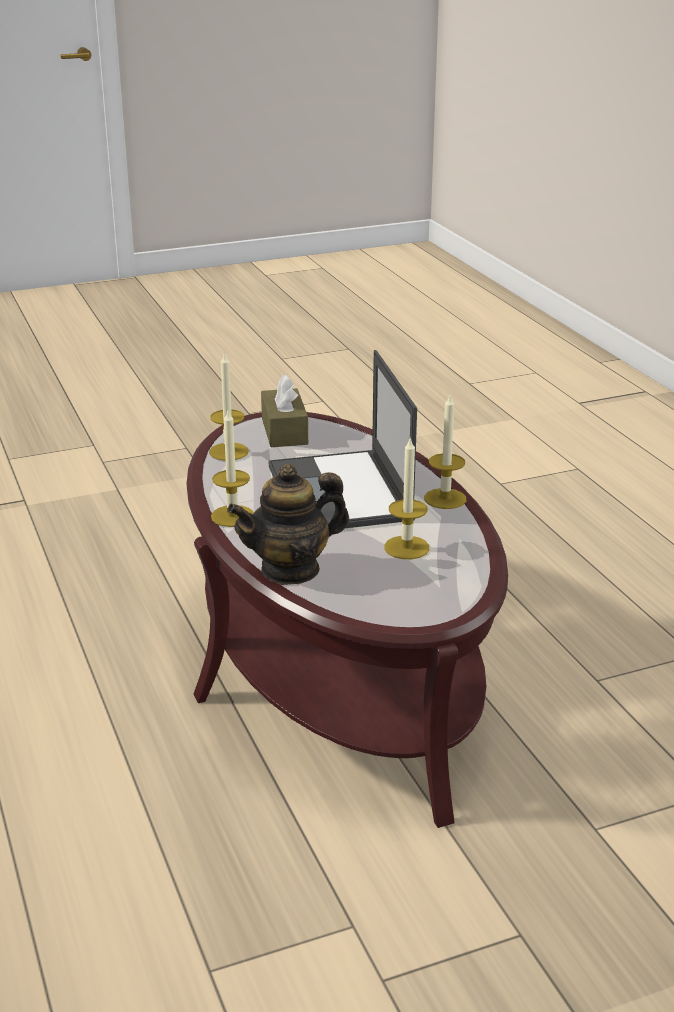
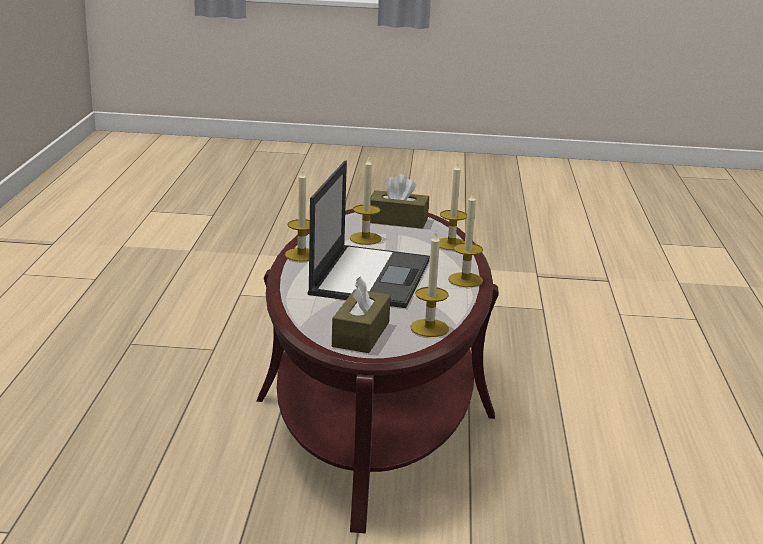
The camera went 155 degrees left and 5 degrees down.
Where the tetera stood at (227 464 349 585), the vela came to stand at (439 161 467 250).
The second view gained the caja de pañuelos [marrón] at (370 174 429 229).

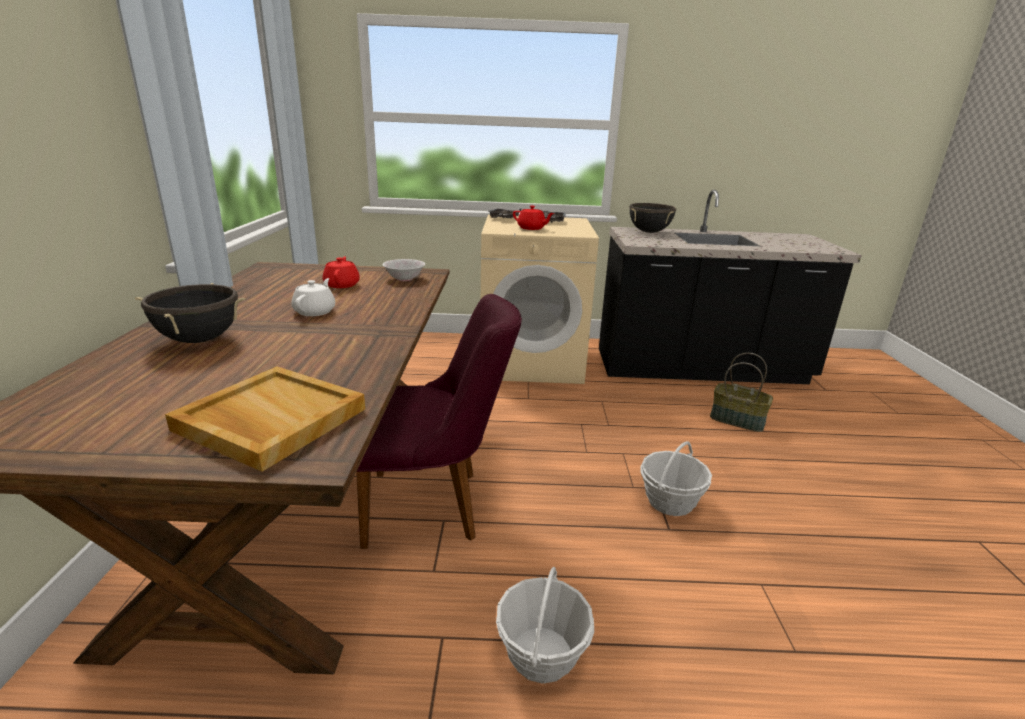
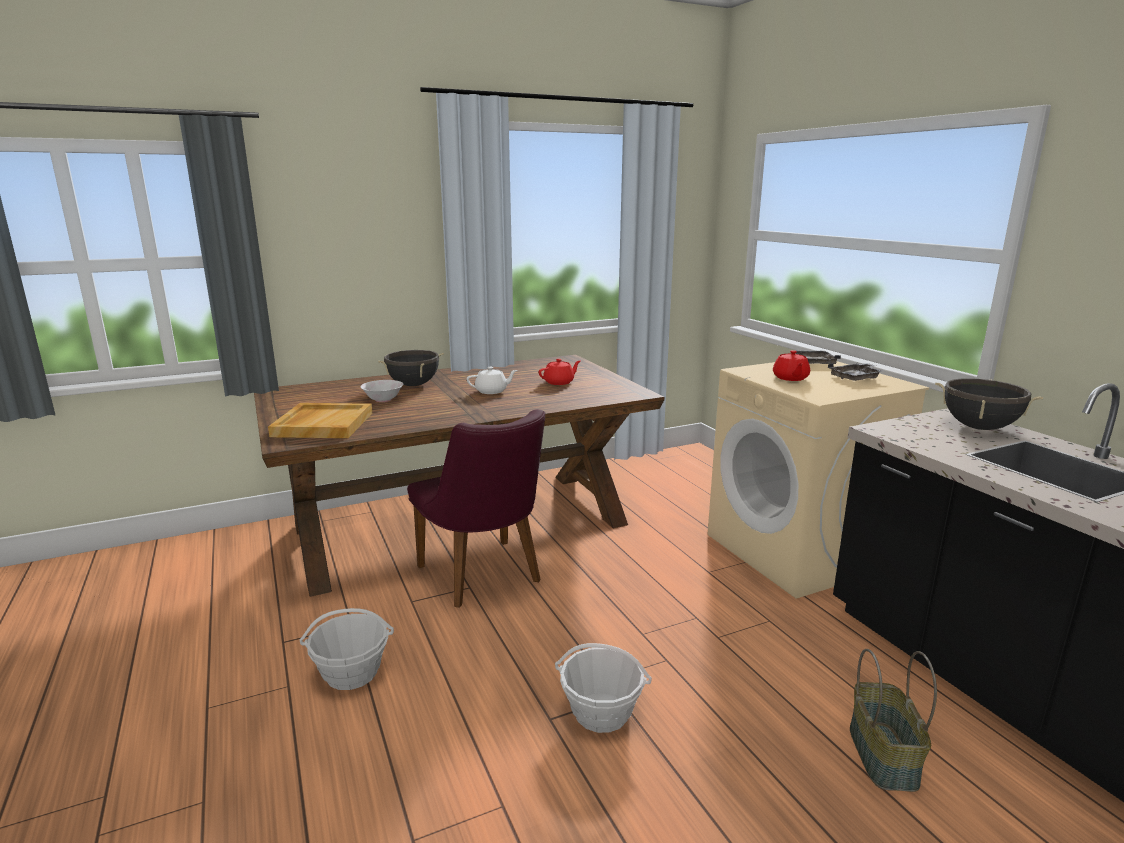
The camera went 65 degrees right and 5 degrees down.
The cuenco [blanco] ended up elsewhere, having gone from (382 259 425 281) to (360 380 403 402).

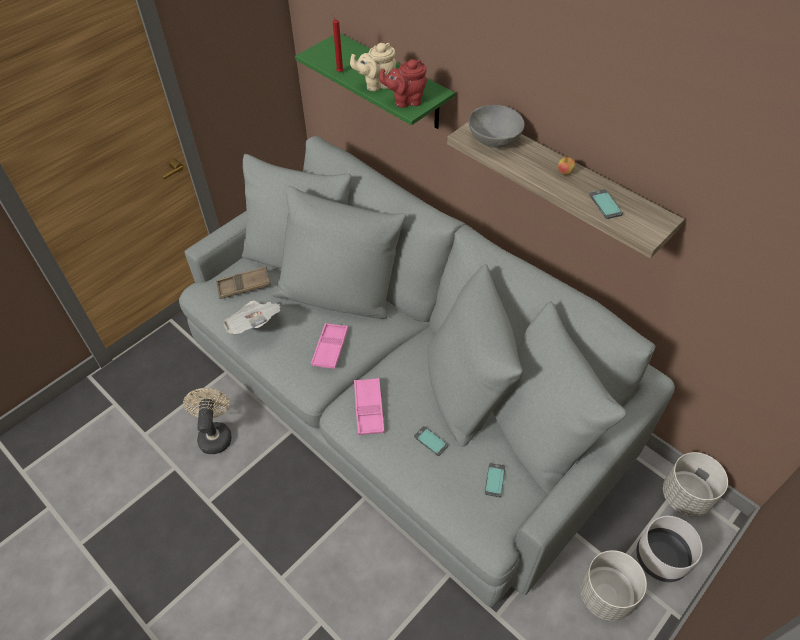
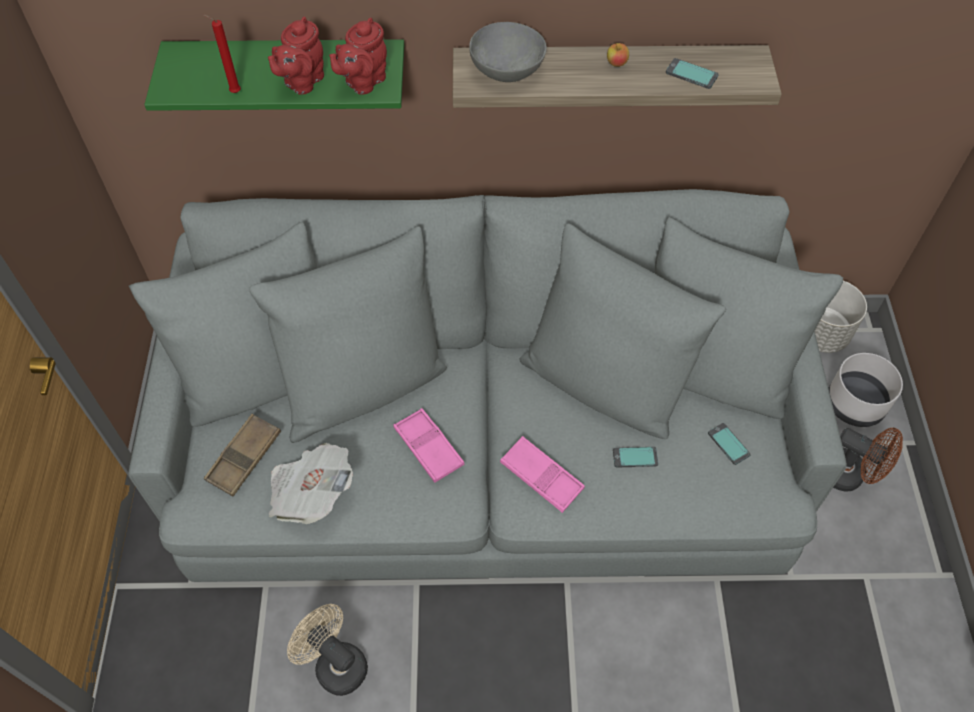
The camera went 45 degrees left and 5 degrees up.
What was the tetera [beis] at (350 43 396 91) turned into the tetera [rojo] at (268 17 324 95).
Where the maceta [gris] stood at (580 550 647 621), the ventilador [marrón] came to stand at (833 428 903 492).

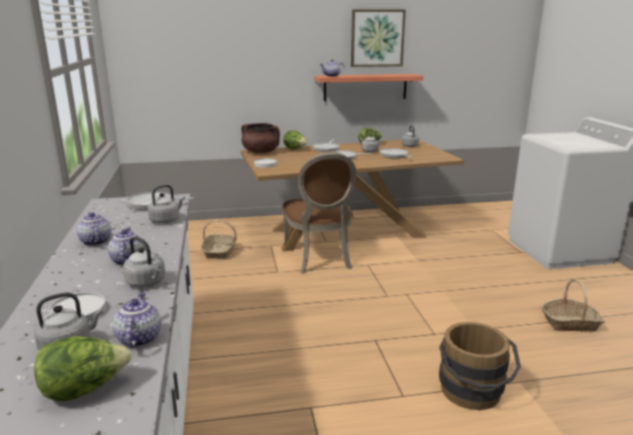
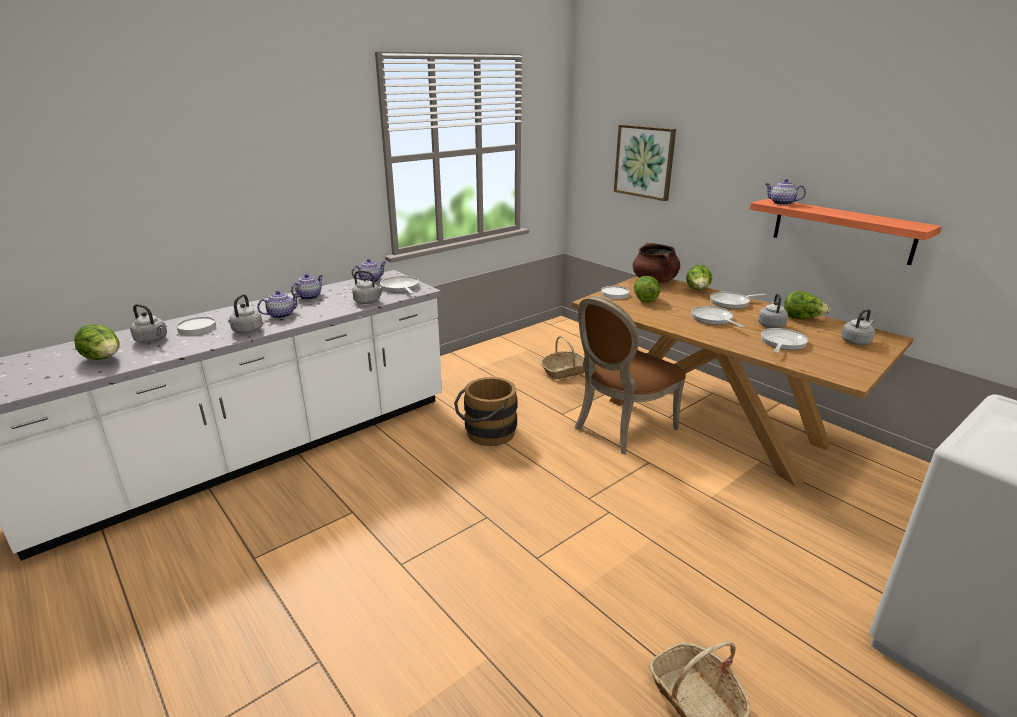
The camera went 60 degrees right and 5 degrees up.
The tetera ended up elsewhere, having gone from (112 292 161 348) to (352 259 386 282).
The cuadro ended up elsewhere, having gone from (351 9 406 67) to (614 124 676 201).
The cubo [marrón] ended up elsewhere, having gone from (439 322 521 410) to (454 377 517 446).
The second view gained the lechuga at (634 276 660 303).

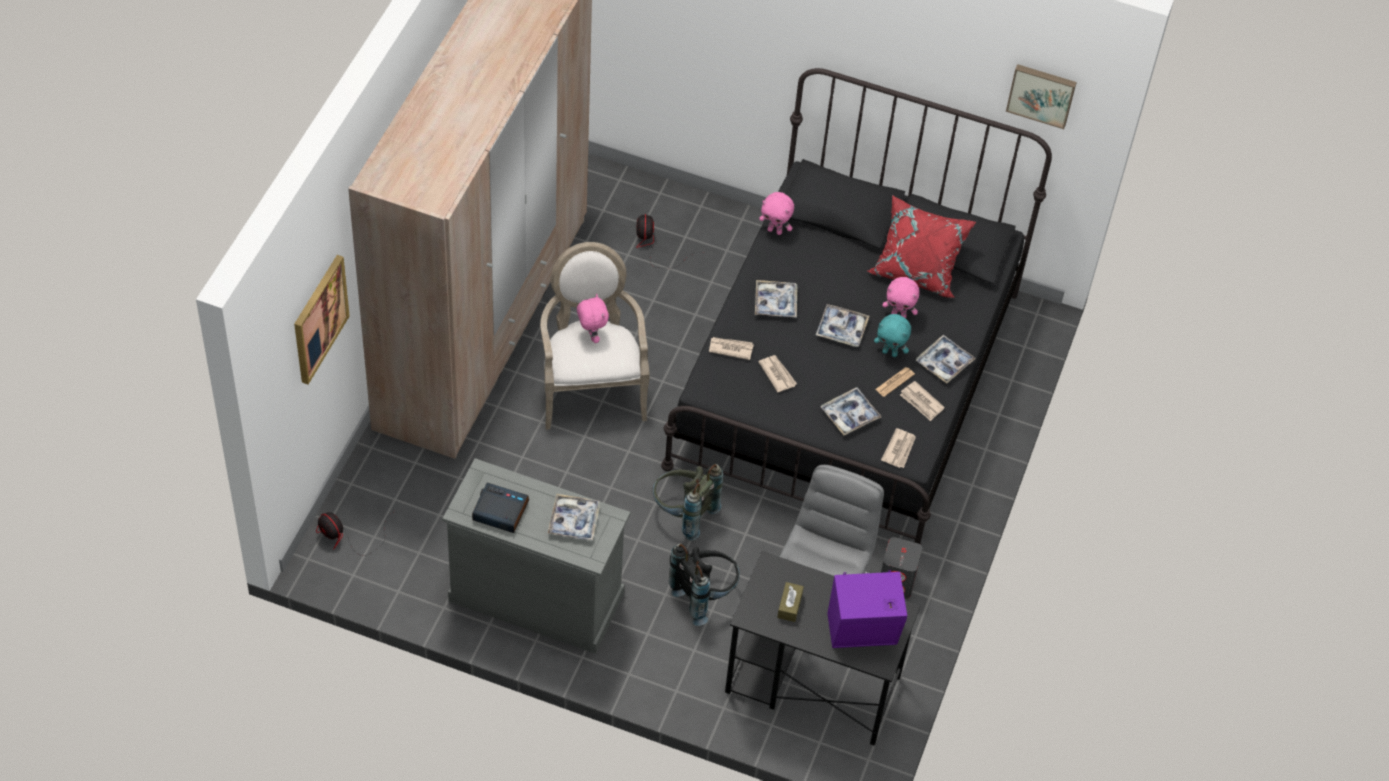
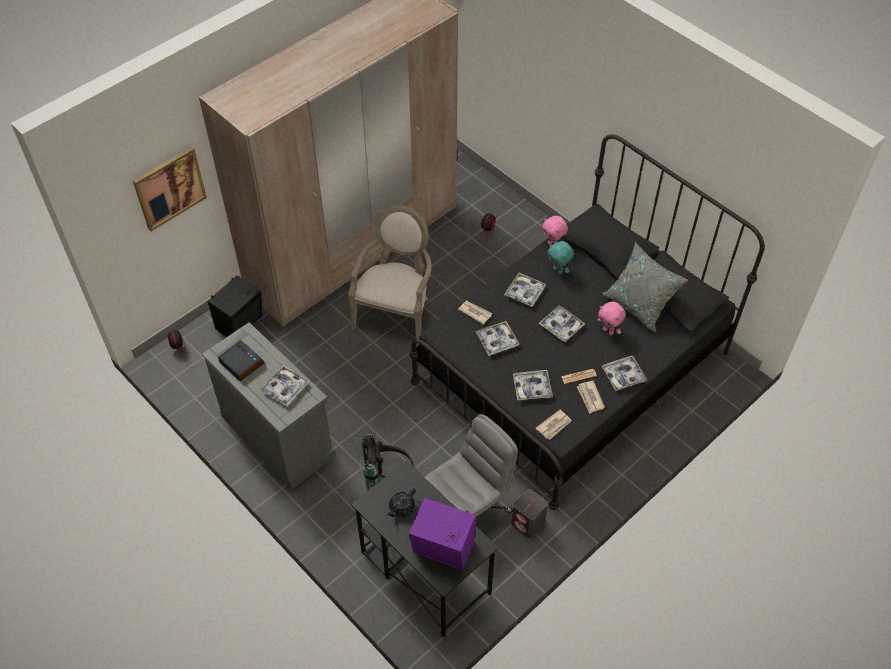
The camera went 30 degrees right and 0 degrees up.
The second view lost the peluche [rosa] at (577 294 609 343).
The second view lost the mochila [gris] at (653 464 724 541).
Where the periódico stood at (758 355 797 393), the bandeja came to stand at (476 321 519 356).
Where the caja de pañuelos [marrón] stood at (777 582 804 622), the tetera [negro] came to stand at (387 488 415 518).
What was the cojín [rojo] at (867 195 976 298) turned into the cojín [gris] at (602 242 688 333).
The peluche [turquesa] ended up elsewhere, having gone from (874 314 911 357) to (548 241 574 274).
The second view lost the cuadro at (1006 64 1077 129).
The second view gained the altavoz [negro] at (207 275 262 337).

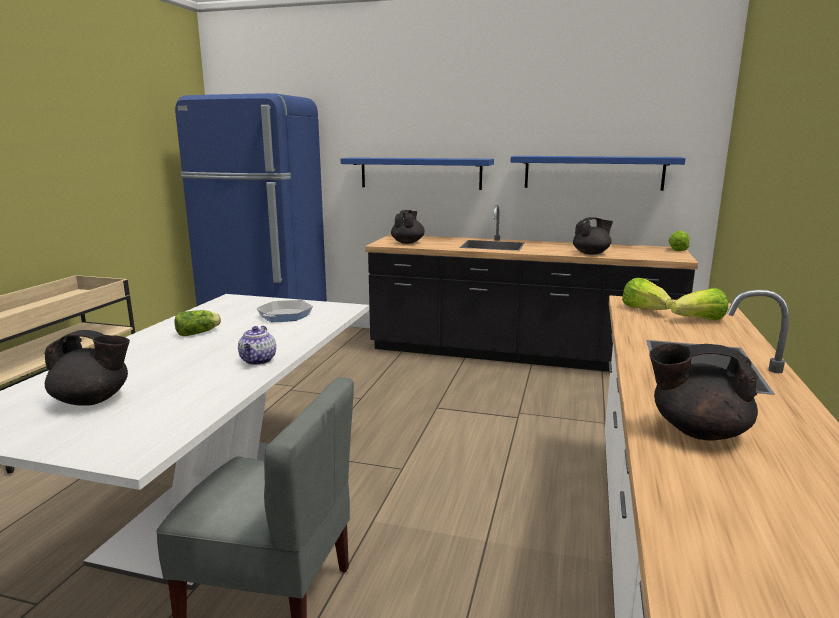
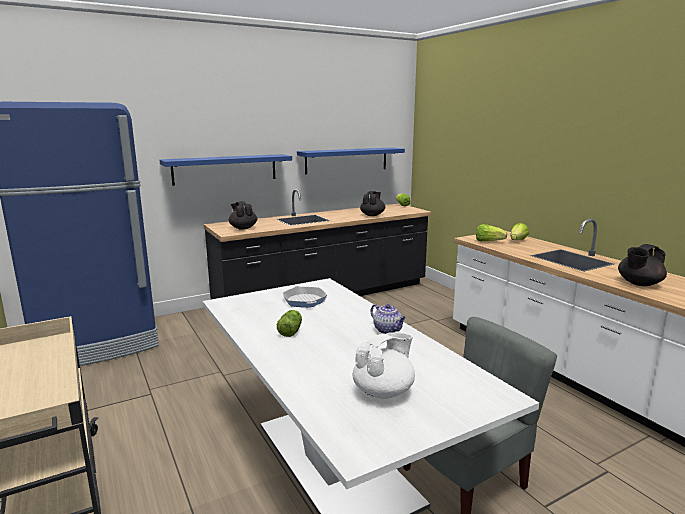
The camera went 45 degrees left and 0 degrees up.
What was the tetera [negro] at (44 330 130 406) turned into the tetera [blanco] at (353 333 415 399).

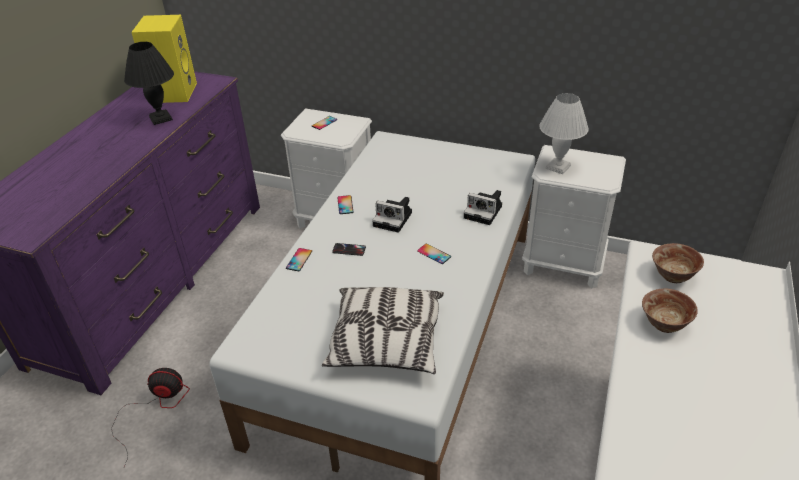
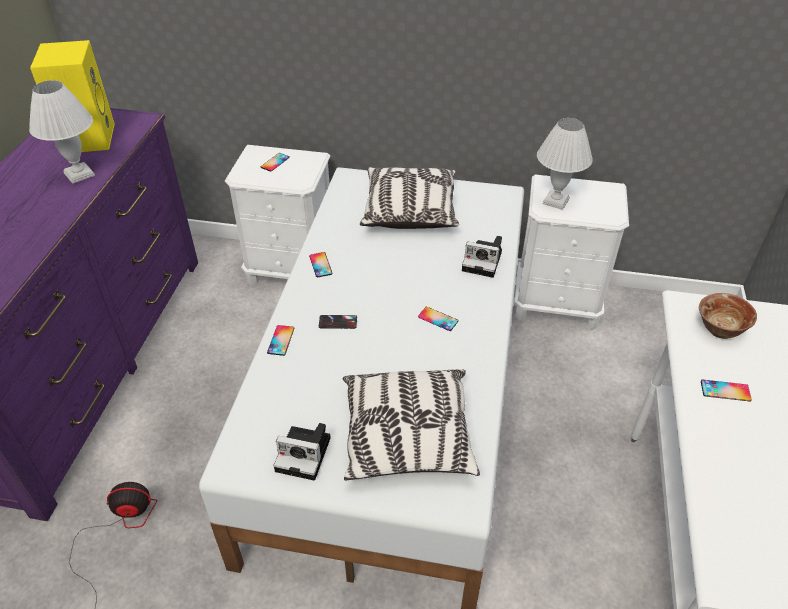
The camera went 10 degrees left and 5 degrees up.
What was the lámpara de mesa [negro] at (124 42 174 125) turned into the lámpara de mesa [blanco] at (29 80 95 184).
The cámara ended up elsewhere, having gone from (372 197 412 233) to (273 423 331 481).
Where the cuenco stood at (642 289 698 333), the móvil came to stand at (701 379 752 402).
The second view gained the cojín at (360 167 459 229).

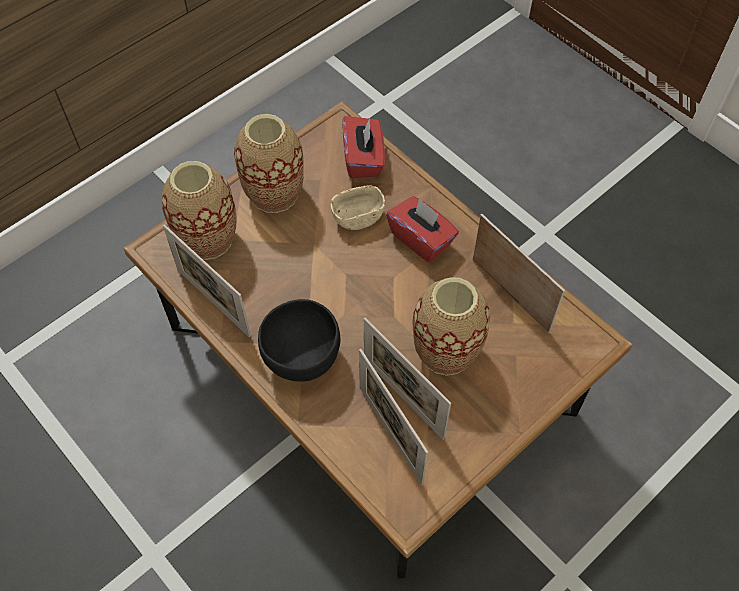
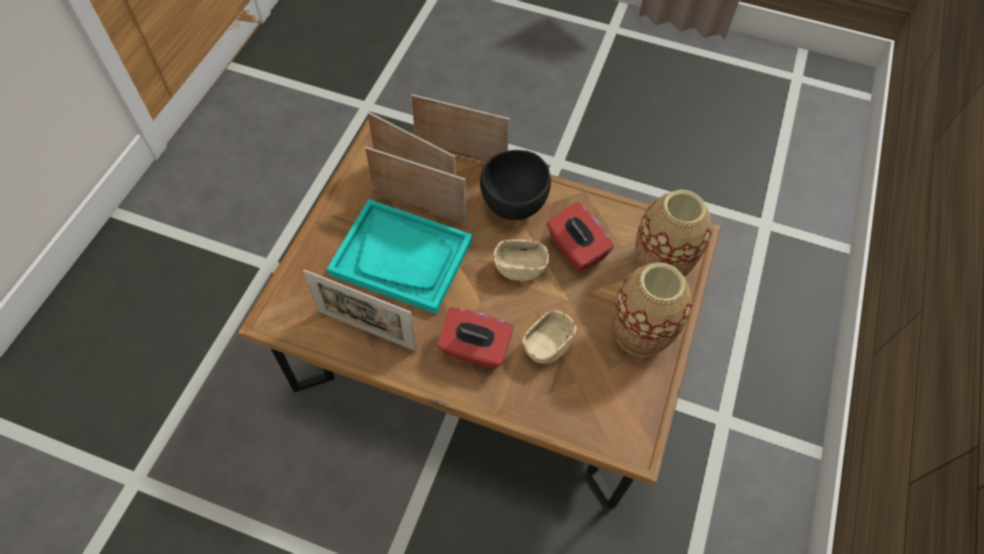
The camera went 150 degrees right and 0 degrees up.
The portarretratos ended up elsewhere, having gone from (163 224 251 337) to (411 94 510 162).
The caja de pañuelos [rojo] ended up elsewhere, having gone from (342 116 385 178) to (547 202 614 272).
Where the florero stood at (413 277 490 376), the bandeja [turquesa] came to stand at (327 199 472 314).
The second view gained the cuenco [beis] at (493 240 549 281).

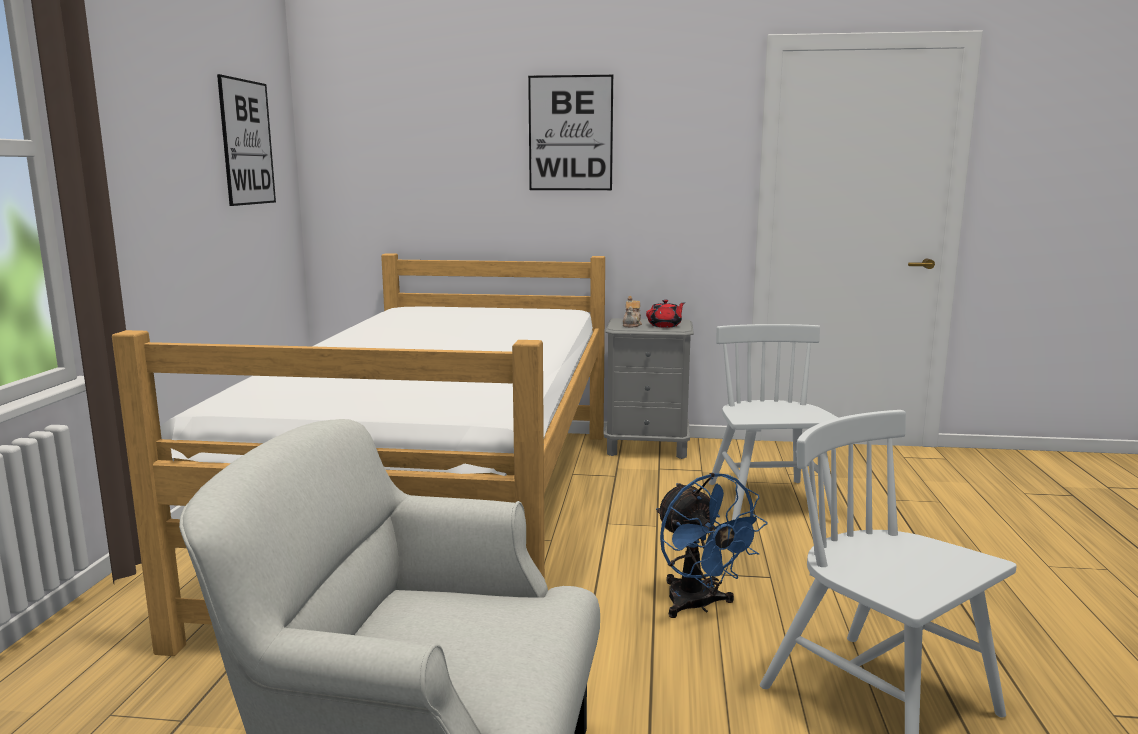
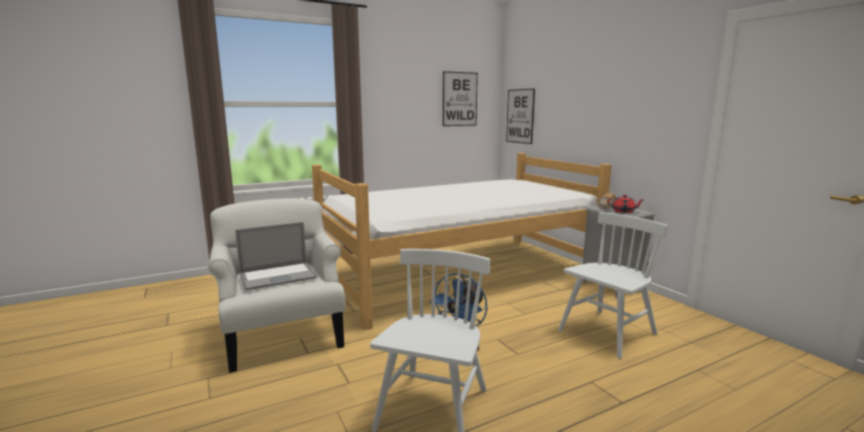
The camera went 55 degrees right and 0 degrees up.
The cuadro ended up elsewhere, having gone from (528 75 613 190) to (506 88 535 144).
The second view gained the portátil at (235 222 317 291).

